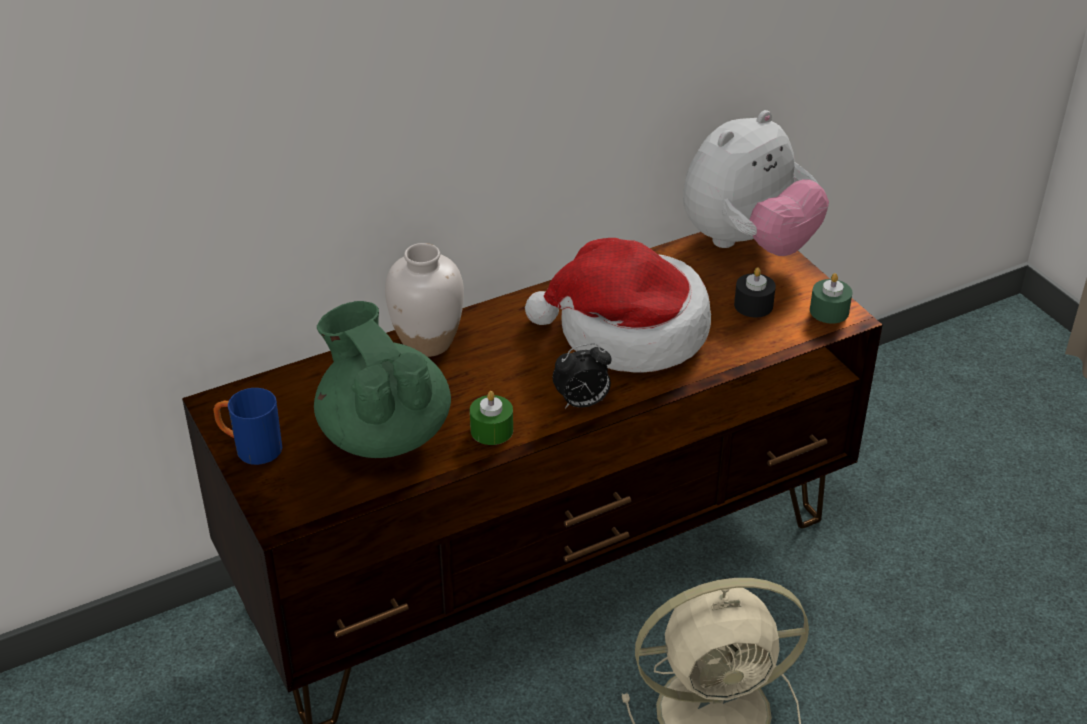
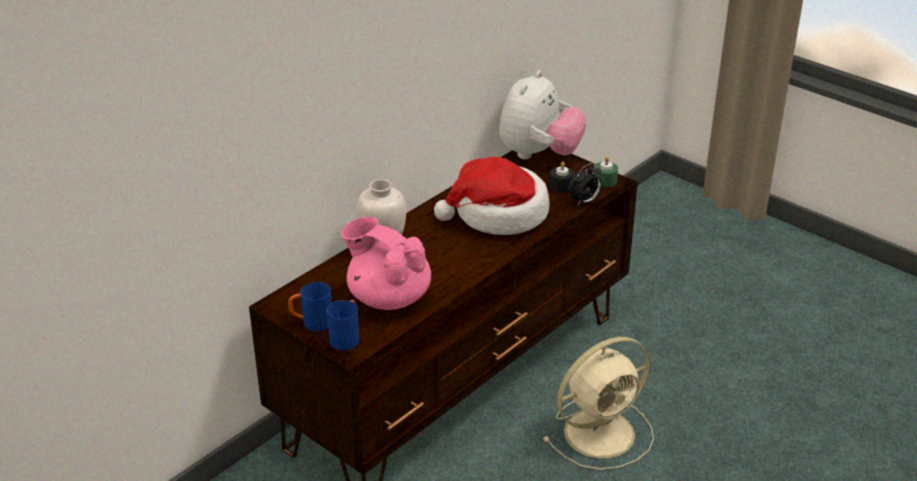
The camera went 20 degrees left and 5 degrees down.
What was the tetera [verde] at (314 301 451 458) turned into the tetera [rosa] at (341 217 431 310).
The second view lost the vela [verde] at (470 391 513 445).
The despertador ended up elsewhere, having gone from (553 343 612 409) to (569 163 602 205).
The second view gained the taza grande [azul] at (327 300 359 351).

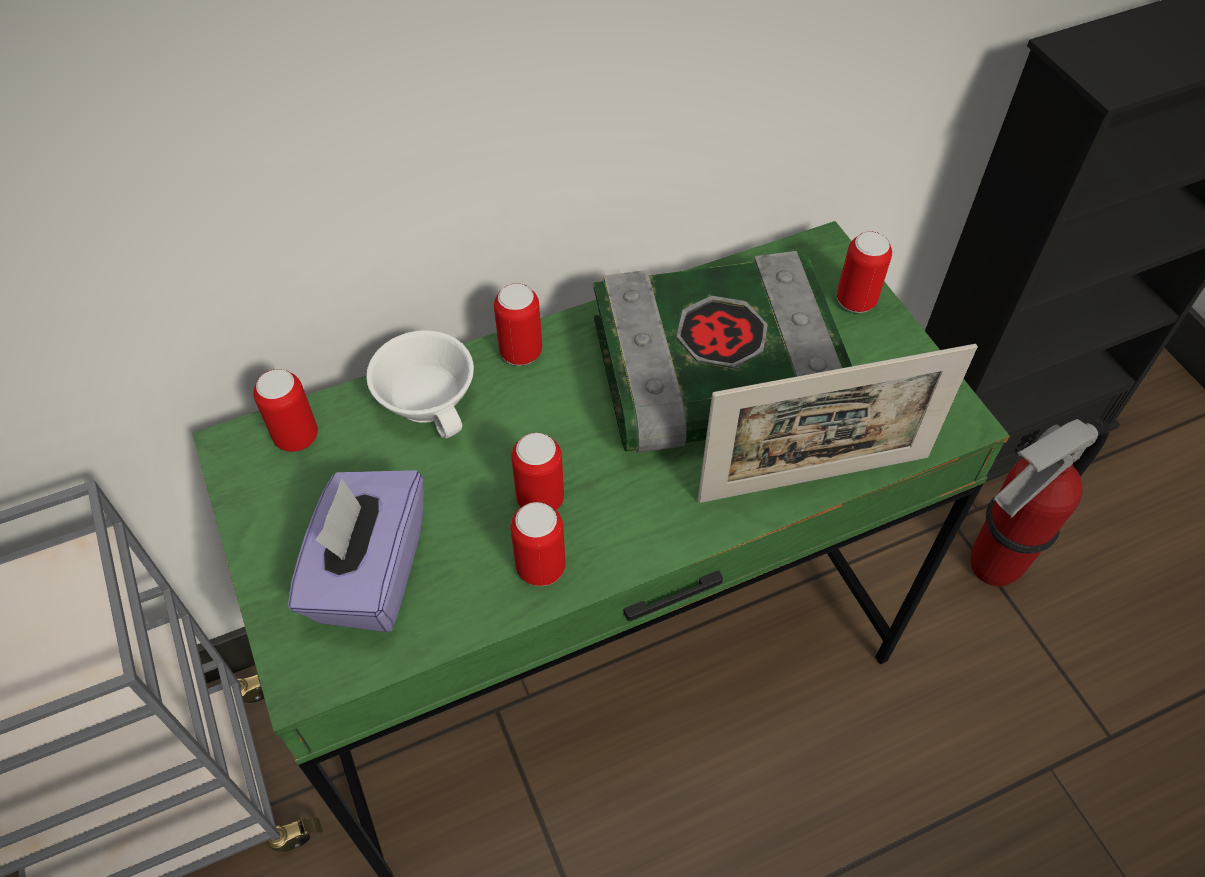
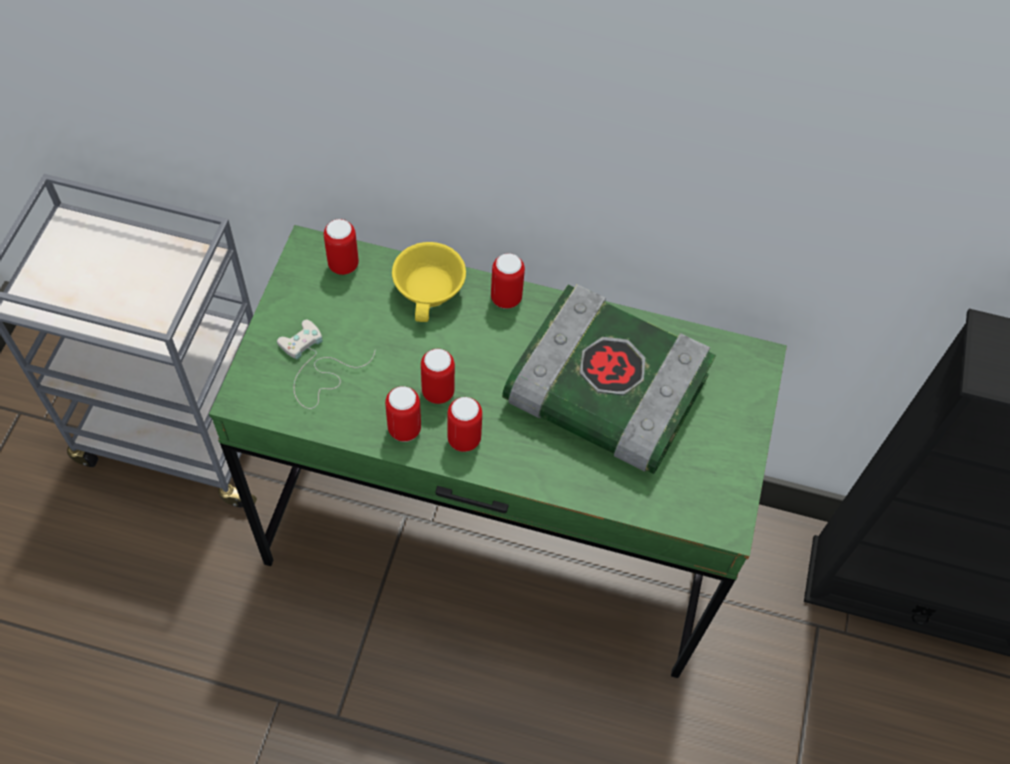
The camera went 35 degrees right and 5 degrees up.
Where the caja de pañuelos [morado] stood at (288 470 424 632), the mando de consola [blanco] came to stand at (277 319 376 409).
What was the taza [blanco] at (366 330 474 439) turned into the taza [amarillo] at (392 242 466 322).
The second view lost the portarretratos at (698 344 978 503).
The lata ended up elsewhere, having gone from (837 232 892 313) to (447 397 482 452).
The second view lost the extintor at (970 419 1110 587).

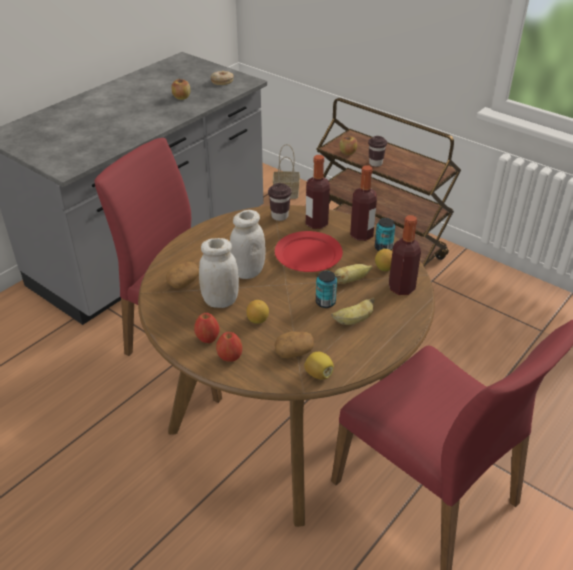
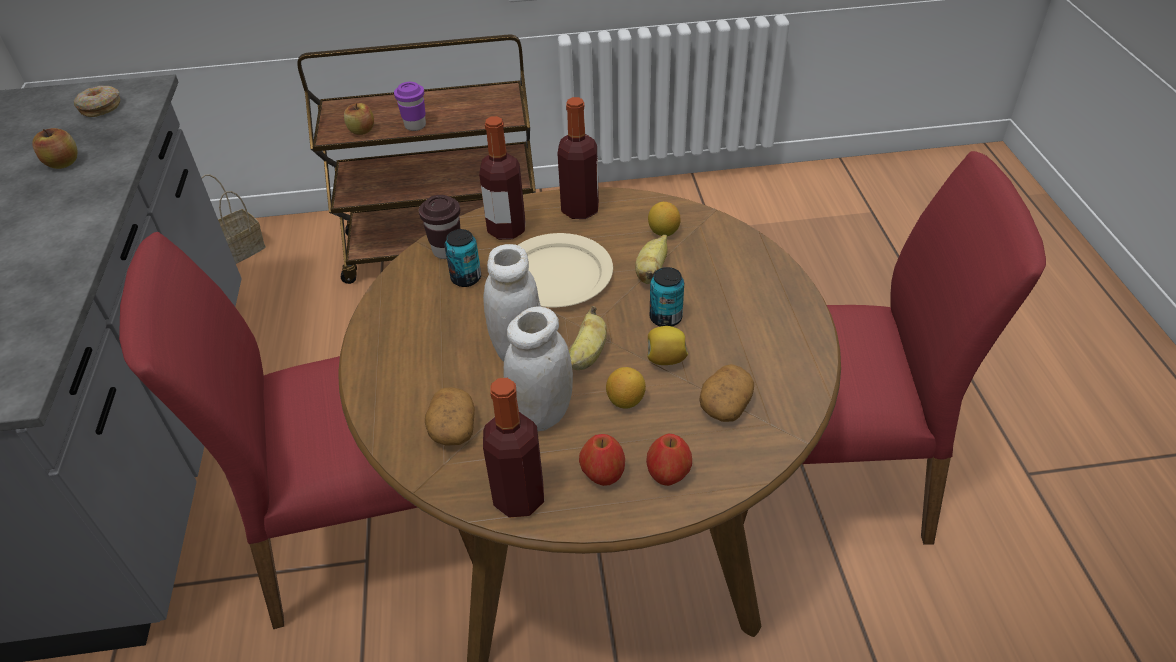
The camera went 45 degrees left and 5 degrees up.
What was the plato [rojo] at (275 231 343 272) turned into the plato [beis] at (518 233 613 307).
The limón ended up elsewhere, having gone from (304 352 334 379) to (647 326 688 365).
The plátano ended up elsewhere, having gone from (331 297 375 325) to (569 306 607 370).
What was the taza [marrón] at (368 136 387 167) turned into the taza [morado] at (394 82 426 131).
The lata ended up elsewhere, having gone from (375 218 395 251) to (444 229 481 287).
The botella ended up elsewhere, having gone from (389 215 421 295) to (483 378 544 517).

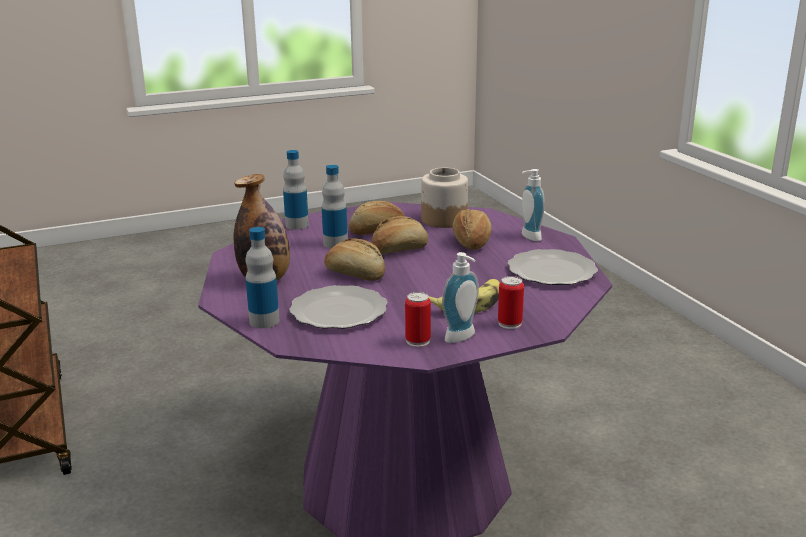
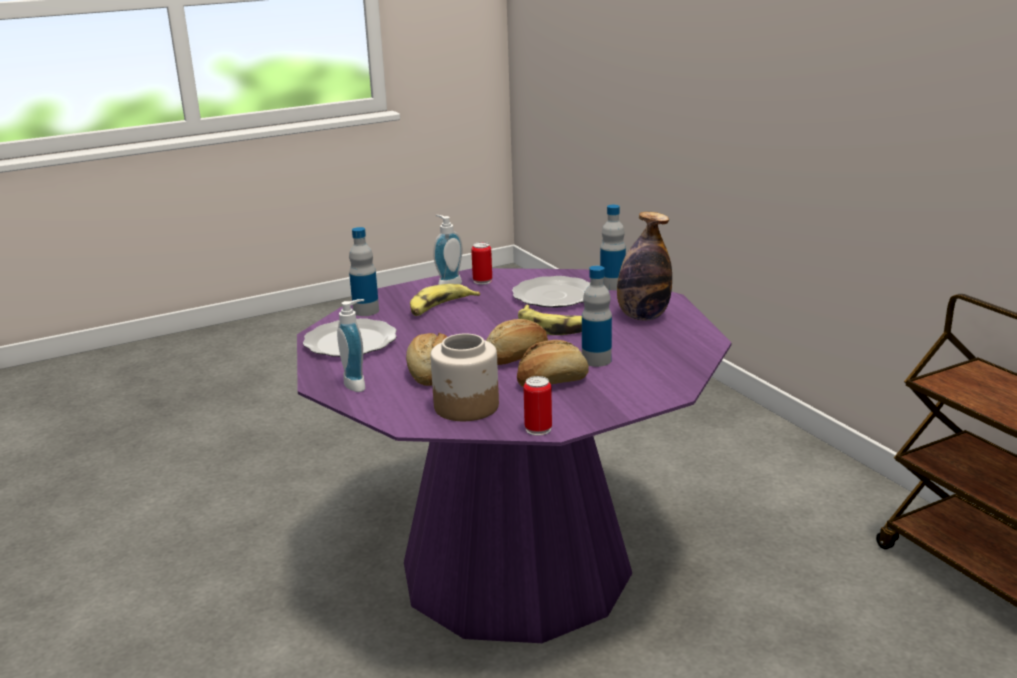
The camera went 175 degrees right and 0 degrees up.
The botella ended up elsewhere, having gone from (283 150 309 230) to (349 227 379 316).
Where the pan stood at (324 238 385 281), the plátano came to stand at (518 305 582 335).
The lata ended up elsewhere, having gone from (498 276 524 329) to (524 376 552 436).

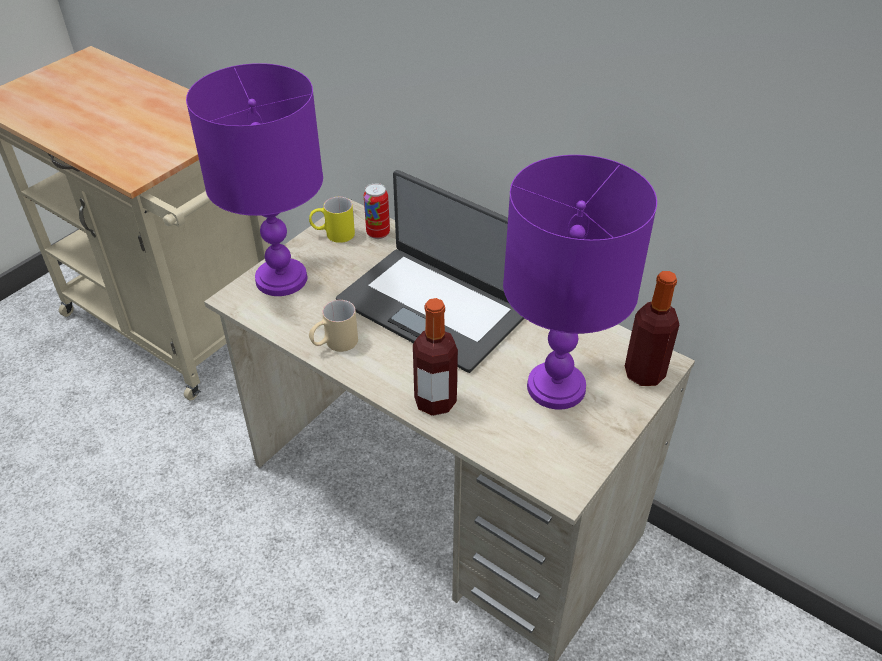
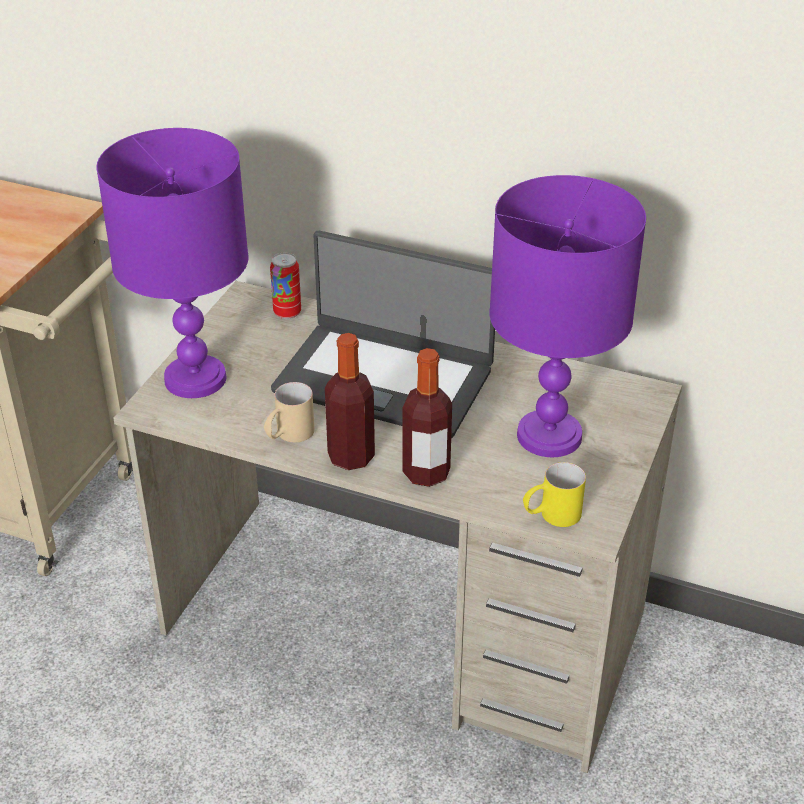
The camera went 15 degrees left and 5 degrees down.
The taza grande [amarillo] ended up elsewhere, having gone from (309 197 355 243) to (523 462 586 527).
The botella ended up elsewhere, having gone from (625 271 679 386) to (325 333 375 470).

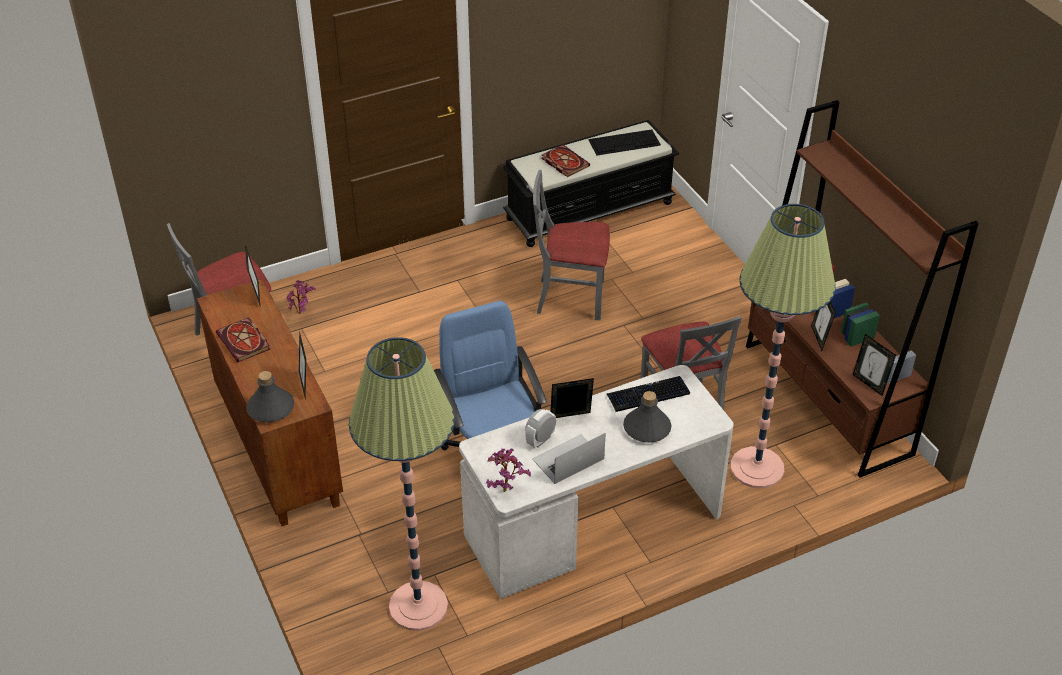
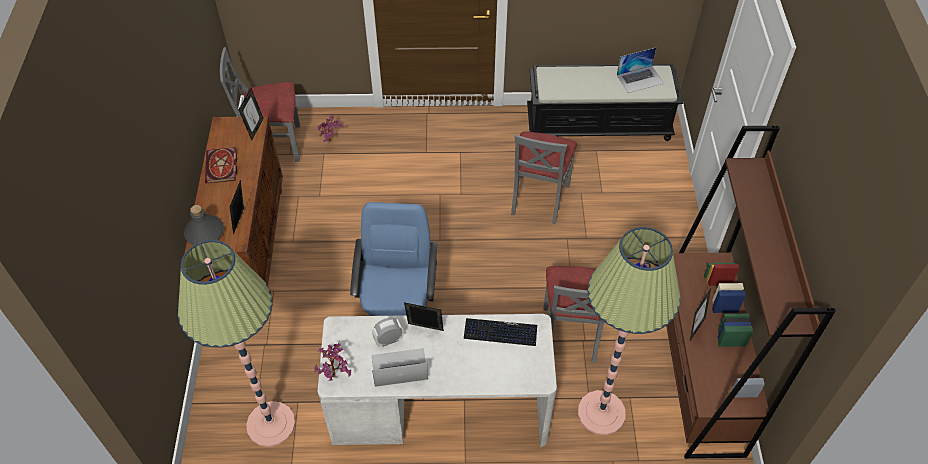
The camera went 25 degrees right and 10 degrees up.
The silla [gris] at (533 170 610 320) ended up facing another way, 105 degrees counterclockwise from before.
The second view lost the libro at (542 145 590 177).
Where the teclado stood at (589 129 661 155), the portátil came to stand at (617 48 664 93).
The second view lost the botella [gris] at (623 391 671 443).
The second view lost the portarretratos at (853 334 896 396).

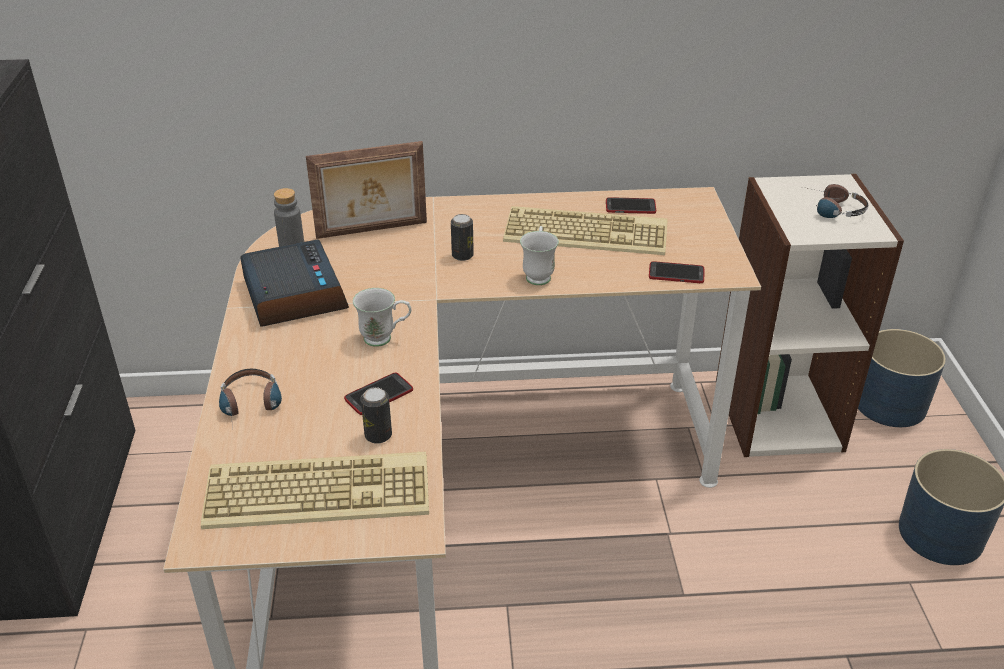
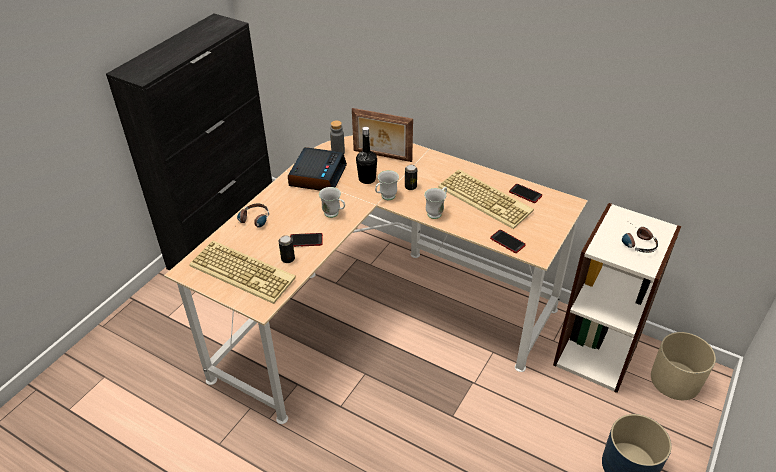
The camera went 35 degrees right and 5 degrees up.
What was the maceta [azul] at (858 329 946 427) turned into the maceta [beis] at (651 332 716 400).
The second view gained the botella [negro] at (356 127 377 184).
The second view gained the taza grande [blanco] at (375 170 399 200).

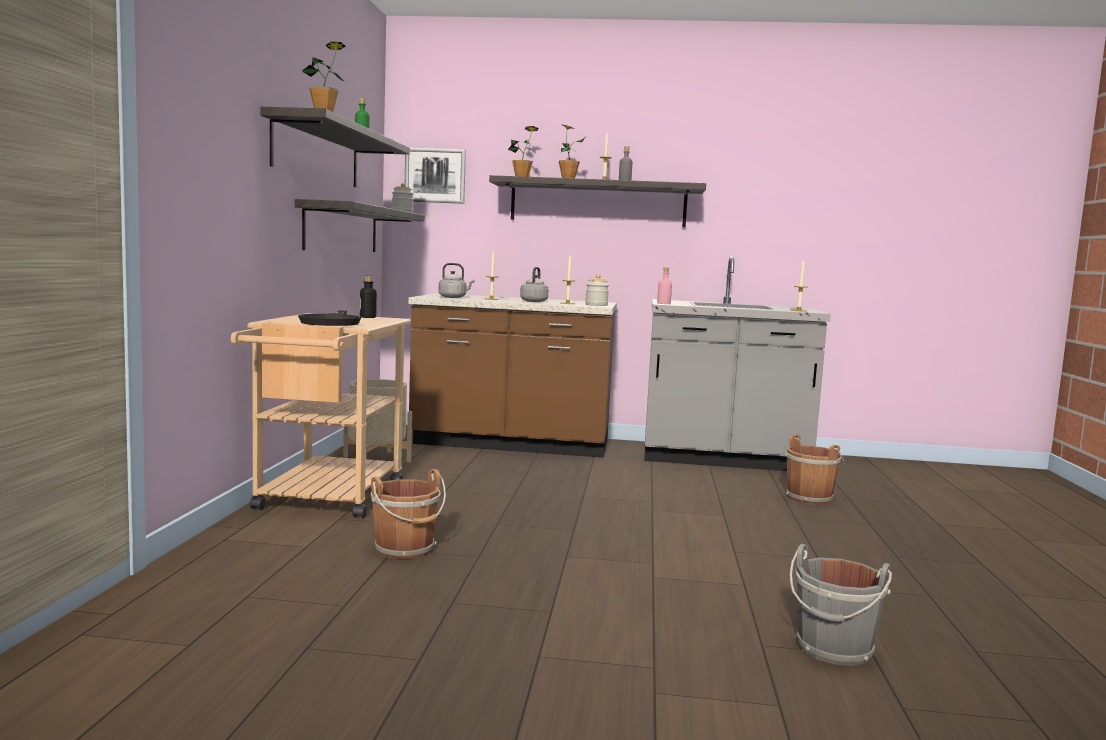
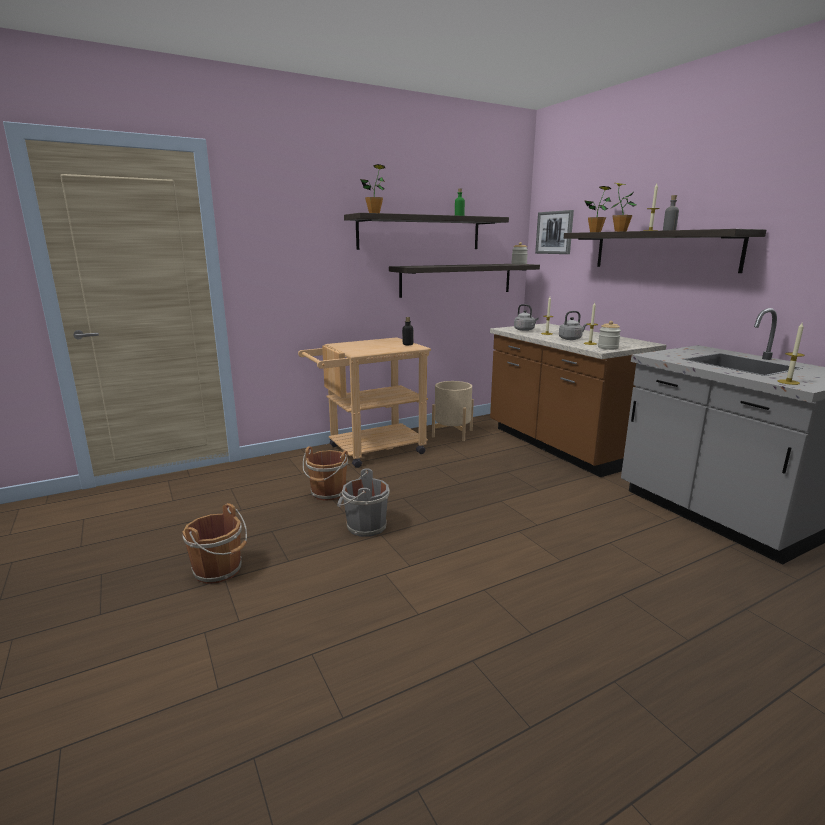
The camera went 55 degrees right and 10 degrees up.
The second view lost the sartén [negro] at (298 311 362 326).
The second view lost the botella [rosa] at (657 267 672 304).
The cubo [marrón] ended up elsewhere, having gone from (785 434 845 505) to (182 503 247 584).
The cubo [gris] ended up elsewhere, having gone from (790 544 892 666) to (337 468 390 537).

